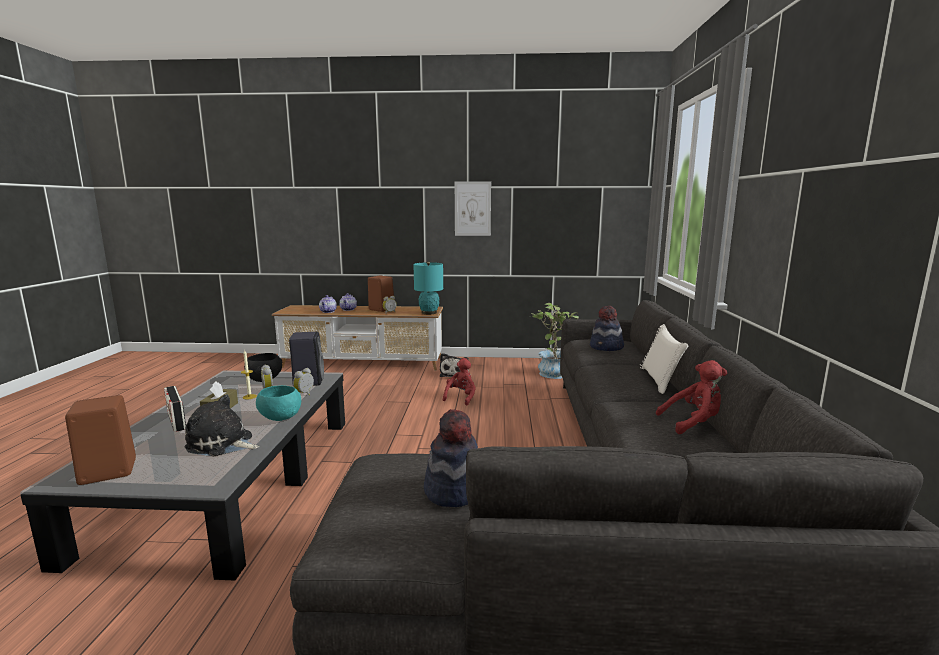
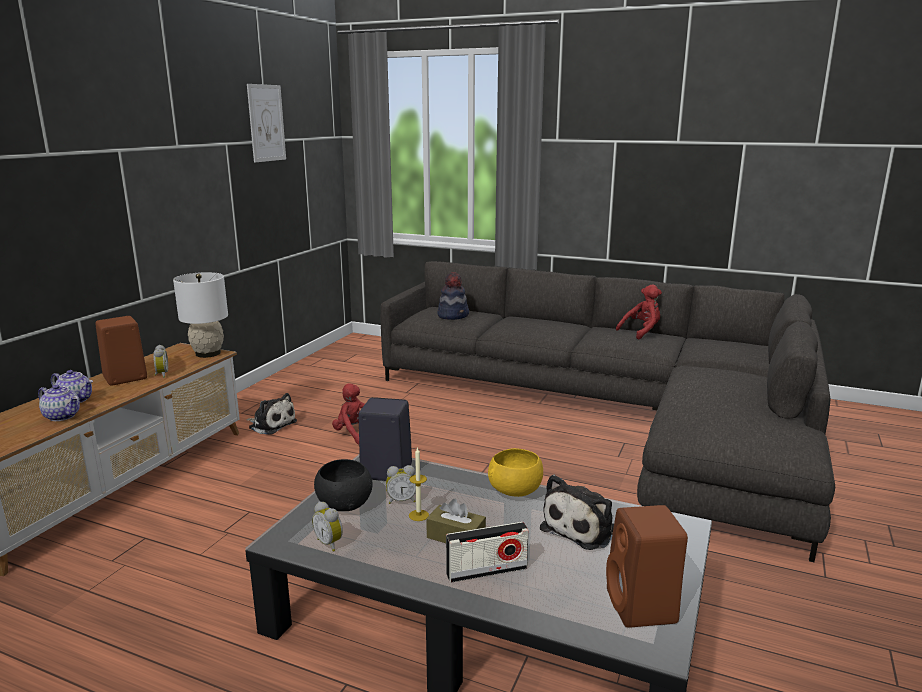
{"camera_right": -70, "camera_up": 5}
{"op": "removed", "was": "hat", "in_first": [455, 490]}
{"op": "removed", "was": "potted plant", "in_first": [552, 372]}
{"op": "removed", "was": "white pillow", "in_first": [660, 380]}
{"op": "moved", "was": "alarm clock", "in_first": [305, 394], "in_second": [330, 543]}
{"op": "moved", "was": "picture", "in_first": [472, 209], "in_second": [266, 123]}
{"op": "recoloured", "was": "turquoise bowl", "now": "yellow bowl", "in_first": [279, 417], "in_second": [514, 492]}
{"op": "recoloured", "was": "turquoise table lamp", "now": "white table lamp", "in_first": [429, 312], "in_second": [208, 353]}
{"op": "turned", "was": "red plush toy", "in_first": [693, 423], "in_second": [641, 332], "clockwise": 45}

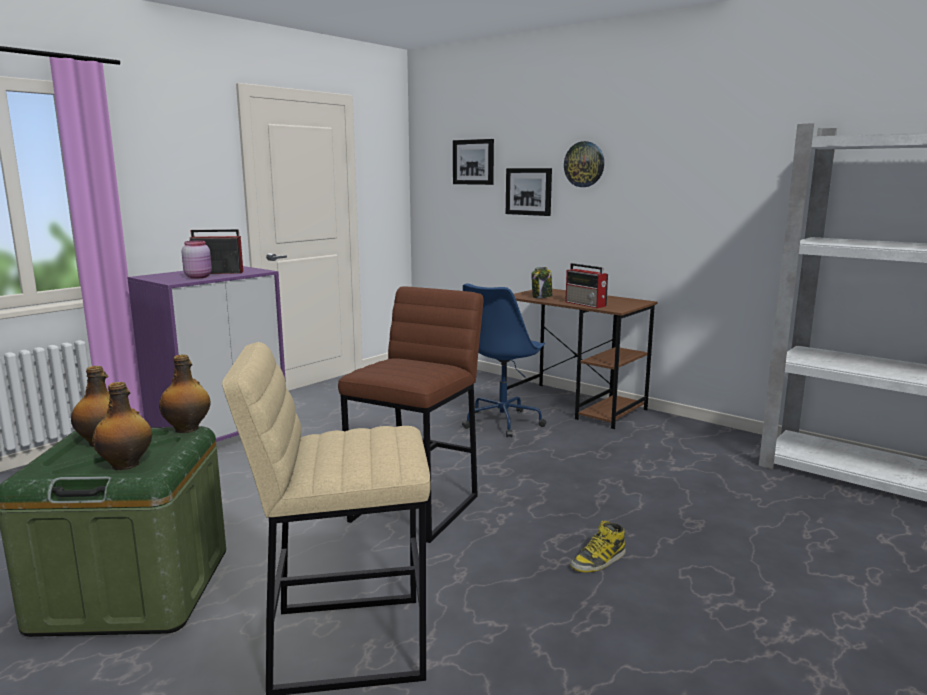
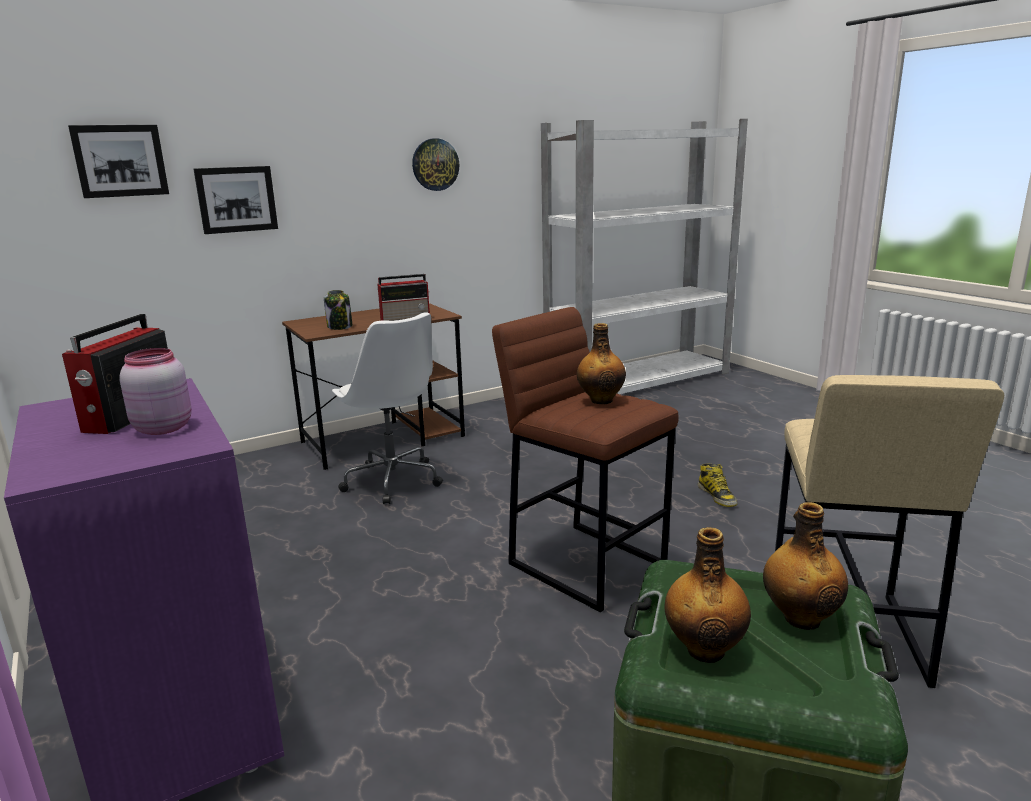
{"camera_right": -70, "camera_up": 5}
{"op": "moved", "was": "bottle", "in_first": [188, 429], "in_second": [601, 400]}
{"op": "moved", "was": "wall clock", "in_first": [584, 164], "in_second": [435, 164]}
{"op": "recoloured", "was": "blue office chair", "now": "white office chair", "in_first": [501, 423], "in_second": [394, 482]}

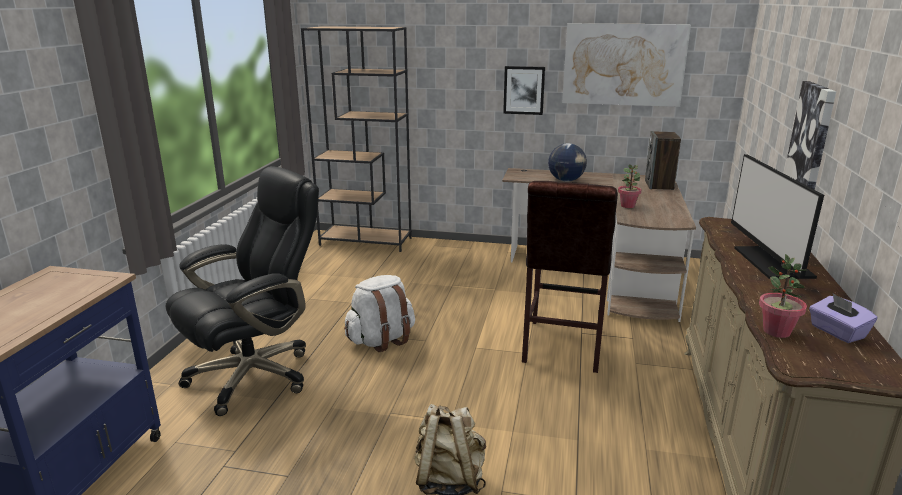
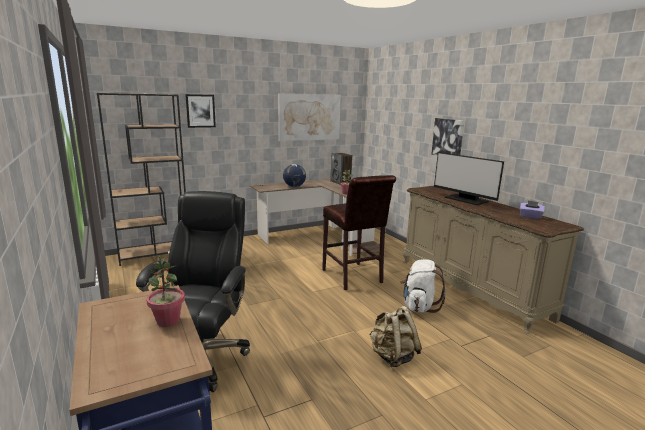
{"camera_right": -40, "camera_up": -5}
{"op": "moved", "was": "white backpack", "in_first": [381, 340], "in_second": [419, 306]}
{"op": "moved", "was": "picture", "in_first": [524, 90], "in_second": [200, 111]}
{"op": "moved", "was": "potted plant", "in_first": [776, 331], "in_second": [168, 321]}

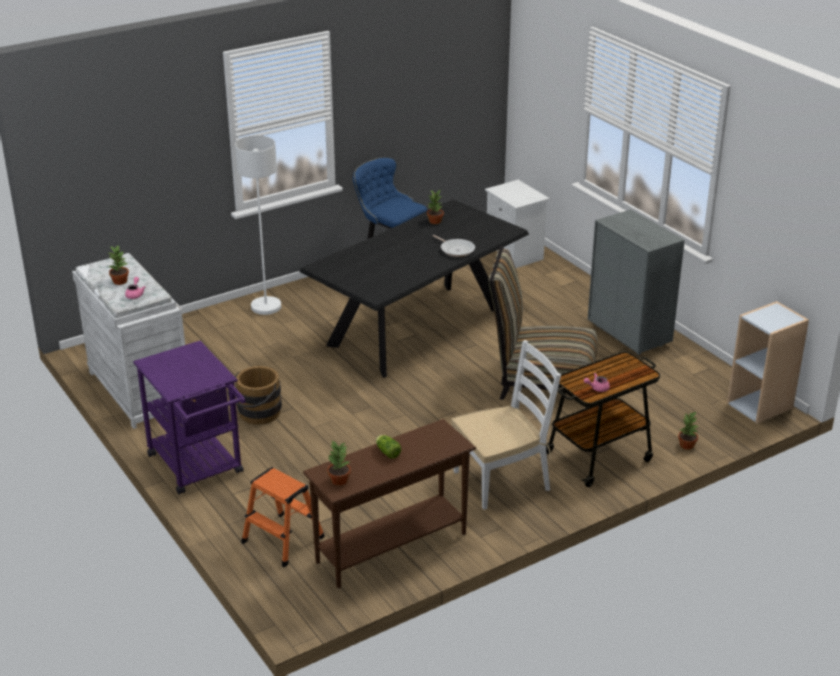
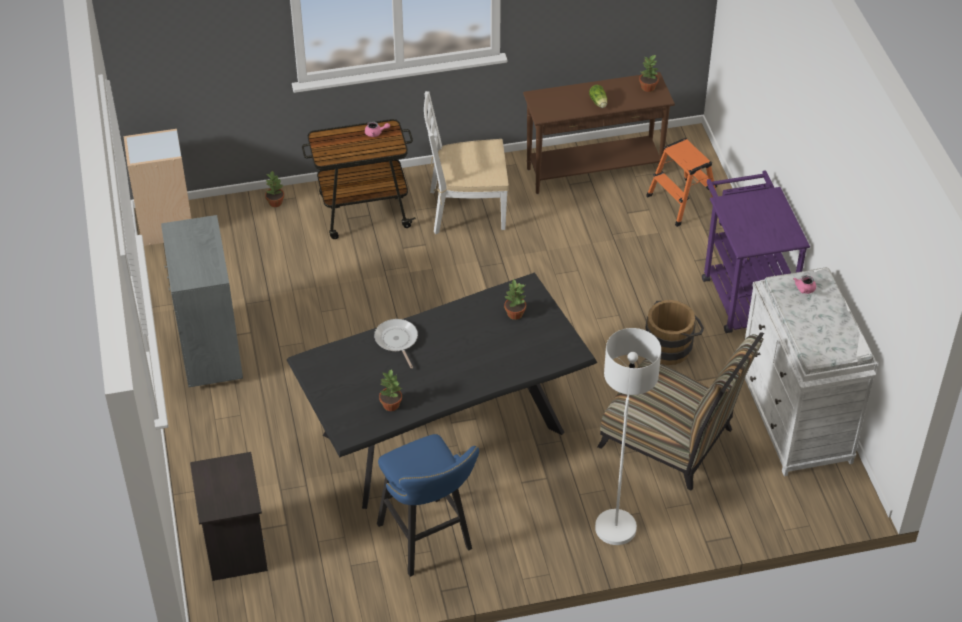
{"camera_right": -160, "camera_up": 15}
{"op": "moved", "was": "potted plant", "in_first": [120, 281], "in_second": [515, 314]}
{"op": "moved", "was": "chair", "in_first": [540, 382], "in_second": [673, 442]}
{"op": "recoloured", "was": "white nightstand", "now": "black nightstand", "in_first": [515, 254], "in_second": [234, 547]}

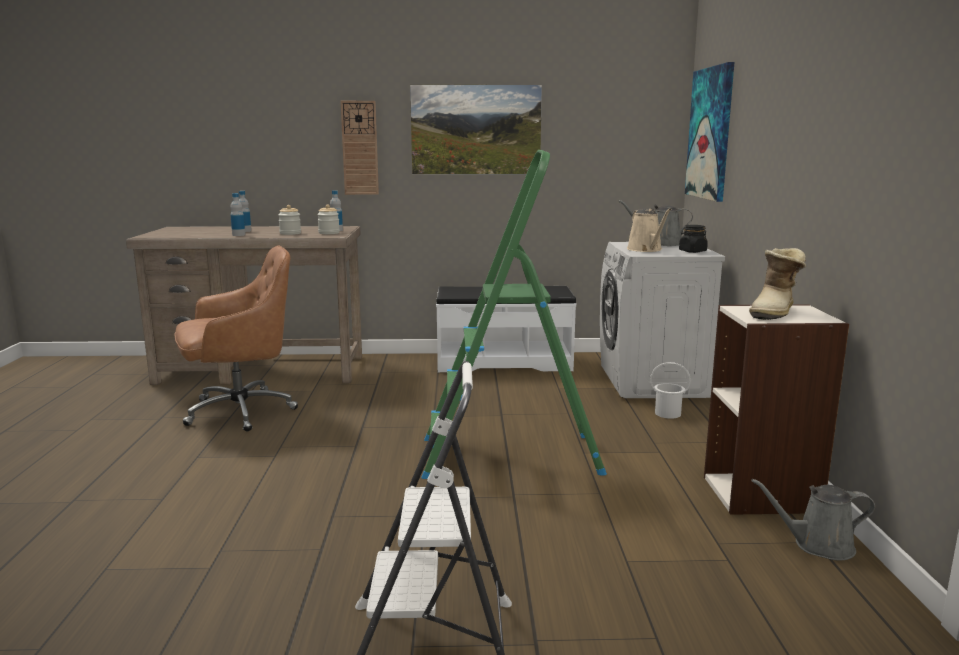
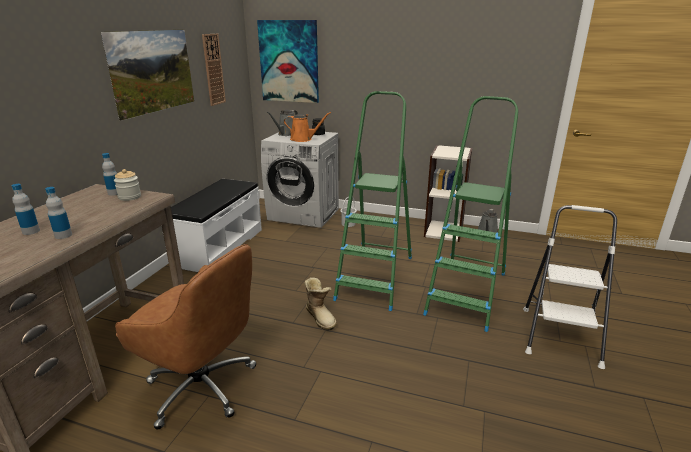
{"camera_right": -70, "camera_up": 10}
{"op": "removed", "was": "jar", "in_first": [290, 233]}
{"op": "added", "now": "green step ladder", "in_second": [467, 293]}
{"op": "moved", "was": "wall clock", "in_first": [360, 148], "in_second": [213, 69]}
{"op": "moved", "was": "boot", "in_first": [775, 312], "in_second": [321, 317]}
{"op": "recoloured", "was": "beige watering can", "now": "orange watering can", "in_first": [646, 250], "in_second": [303, 139]}
{"op": "turned", "was": "brown office chair", "in_first": [241, 411], "in_second": [201, 387], "clockwise": 120}

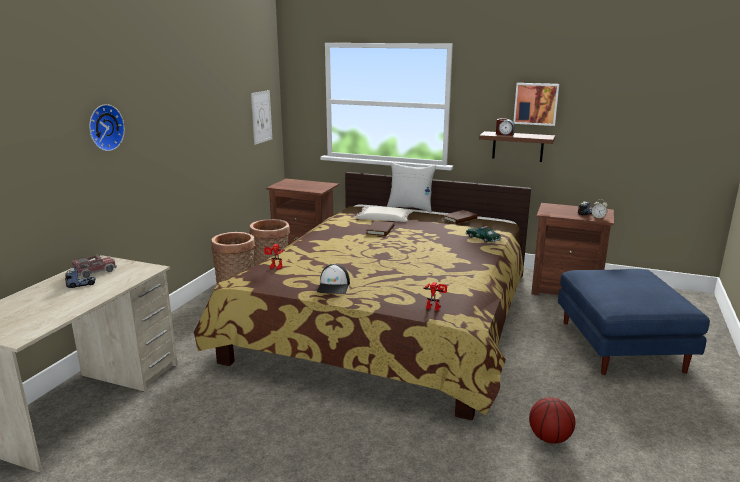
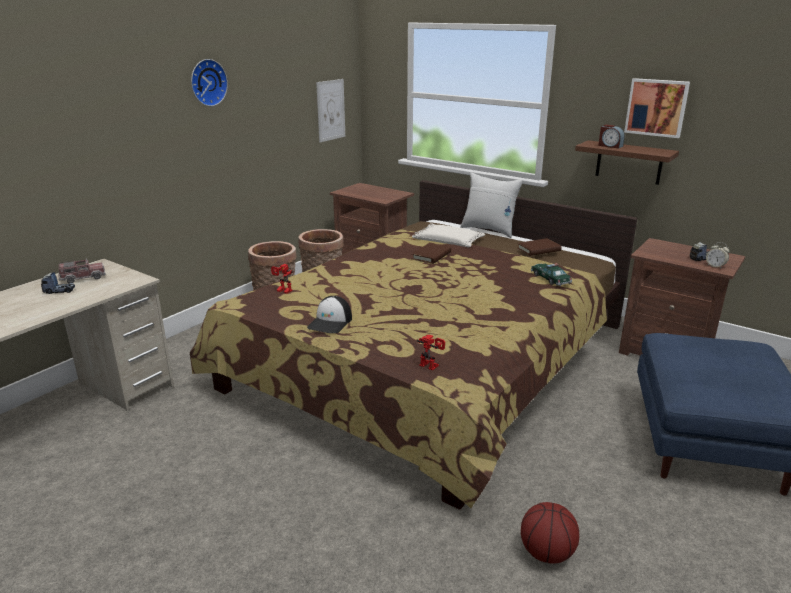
{"camera_right": 15, "camera_up": 5}
{"op": "moved", "was": "wall clock", "in_first": [104, 127], "in_second": [207, 82]}

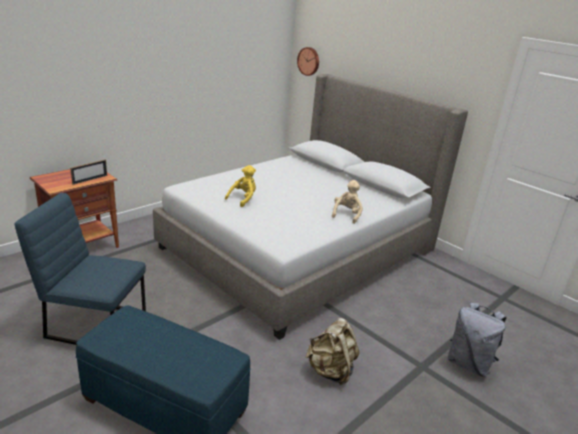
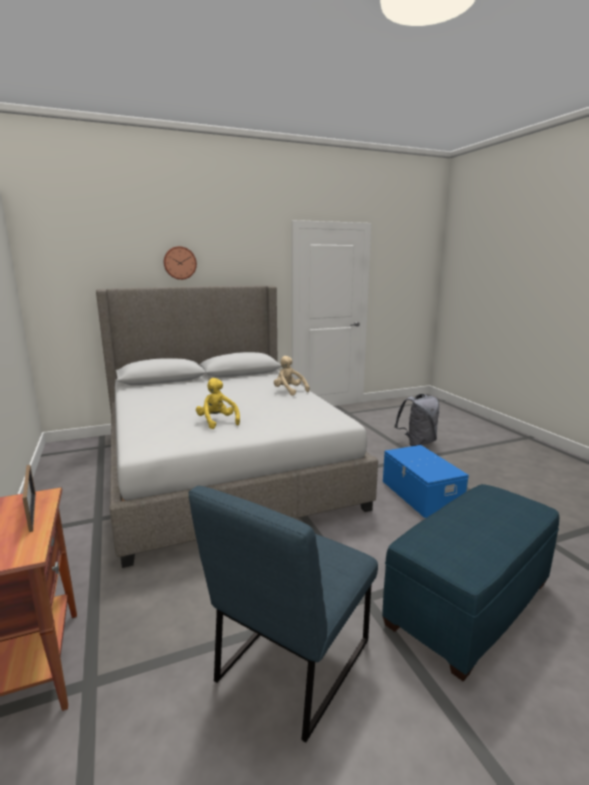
{"camera_right": -65, "camera_up": -10}
{"op": "moved", "was": "wall clock", "in_first": [309, 61], "in_second": [179, 263]}
{"op": "replaced", "was": "beige backpack", "now": "blue storage box", "in_first": [330, 371], "in_second": [420, 494]}

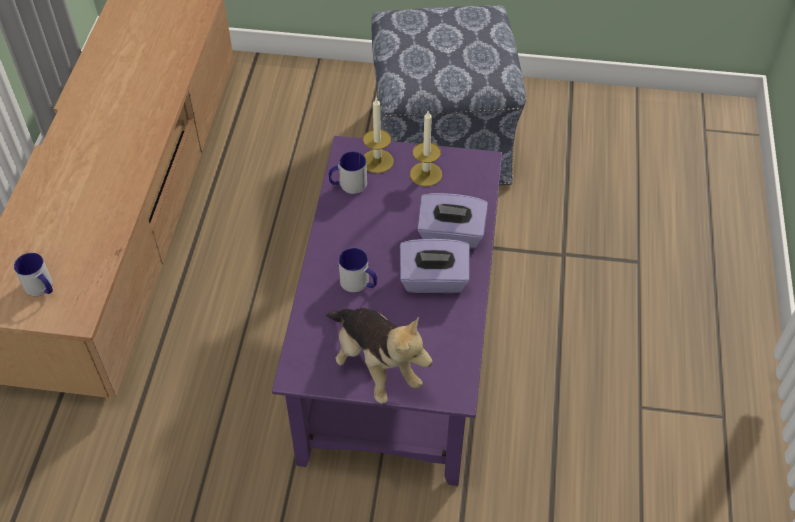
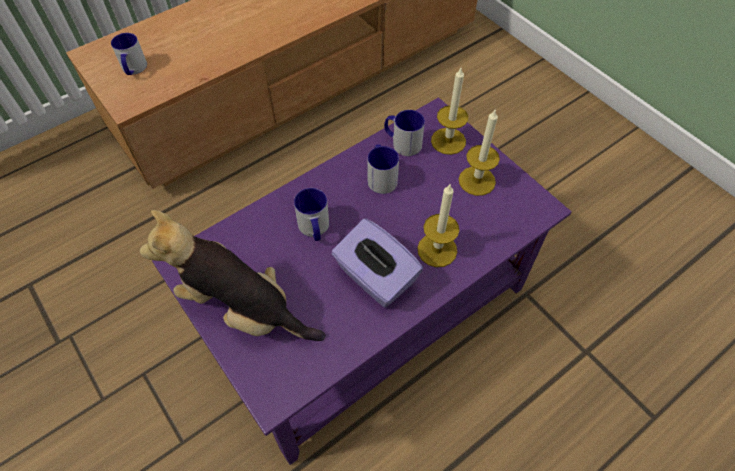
{"camera_right": 45, "camera_up": 5}
{"op": "removed", "was": "ottoman", "in_first": [442, 145]}
{"op": "added", "now": "mug", "in_second": [381, 177]}
{"op": "replaced", "was": "purple tissue box", "now": "candle", "in_first": [451, 235], "in_second": [437, 250]}
{"op": "turned", "was": "plush toy", "in_first": [375, 365], "in_second": [243, 308], "clockwise": 105}

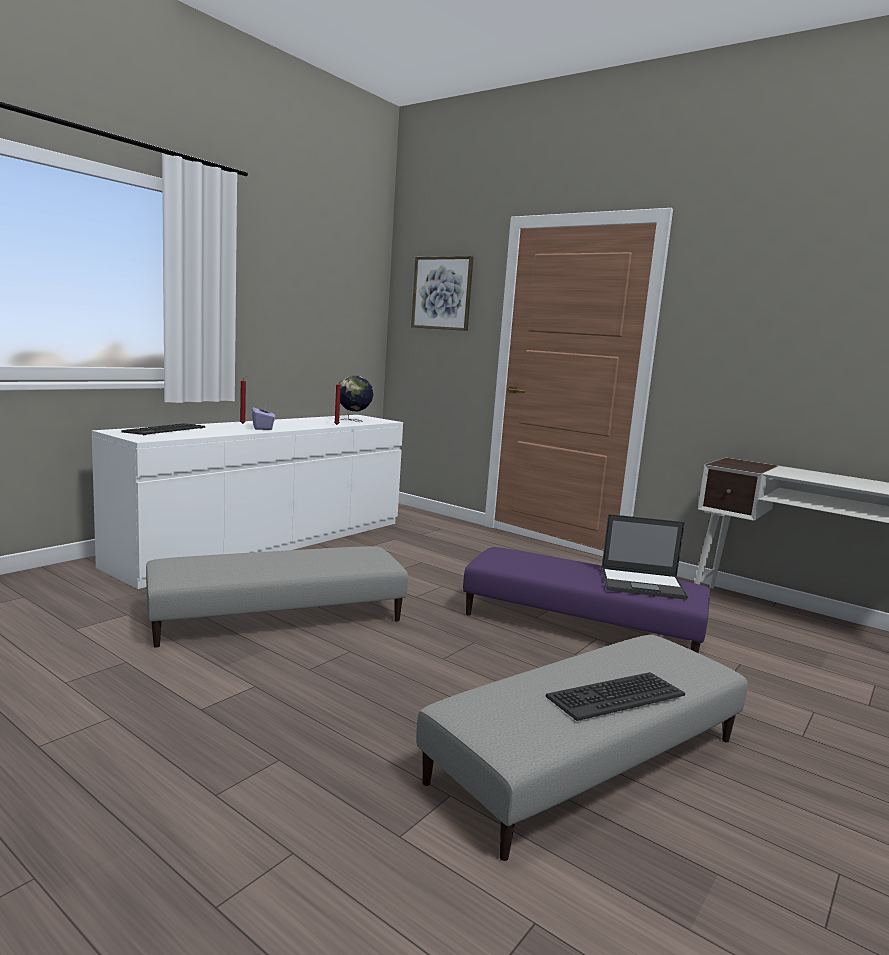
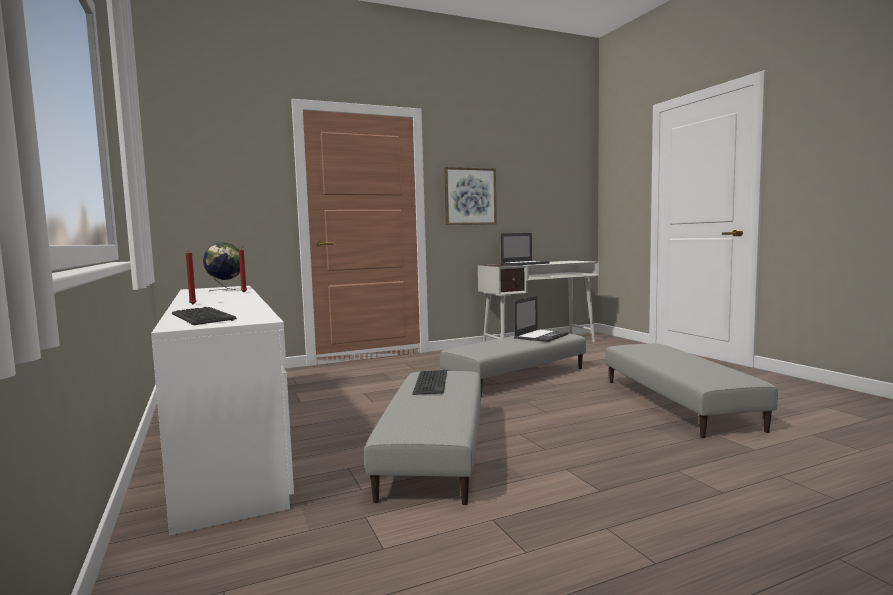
{"camera_right": -60, "camera_up": -5}
{"op": "removed", "was": "purple tissue box", "in_first": [263, 428]}
{"op": "added", "now": "laptop", "in_second": [525, 263]}
{"op": "moved", "was": "picture", "in_first": [442, 293], "in_second": [470, 196]}
{"op": "moved", "was": "keyboard", "in_first": [615, 696], "in_second": [430, 382]}
{"op": "recoloured", "was": "purple ottoman", "now": "grey ottoman", "in_first": [581, 624], "in_second": [516, 376]}

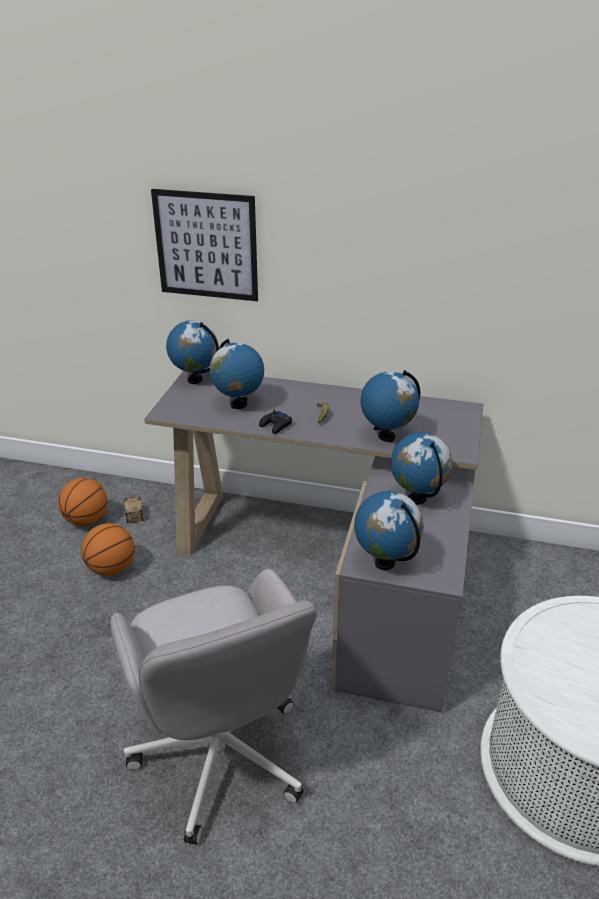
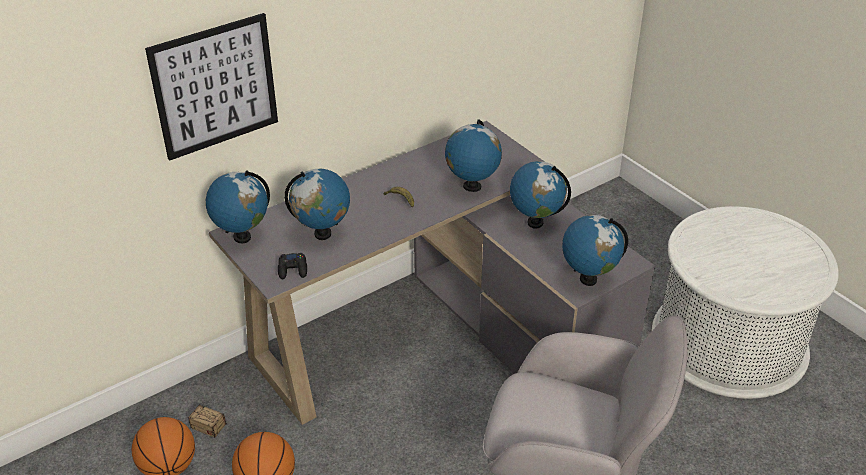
{"camera_right": -50, "camera_up": 5}
{"op": "moved", "was": "black game controller", "in_first": [276, 425], "in_second": [293, 269]}

